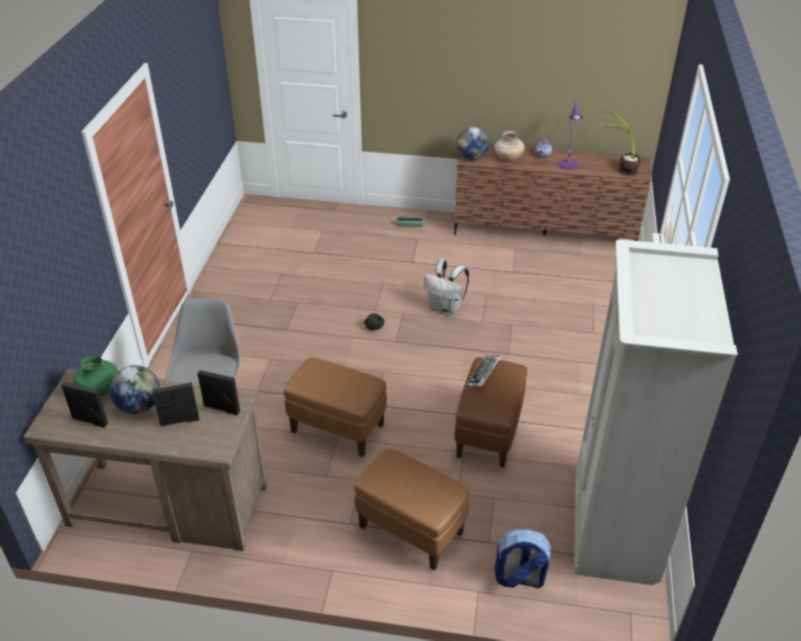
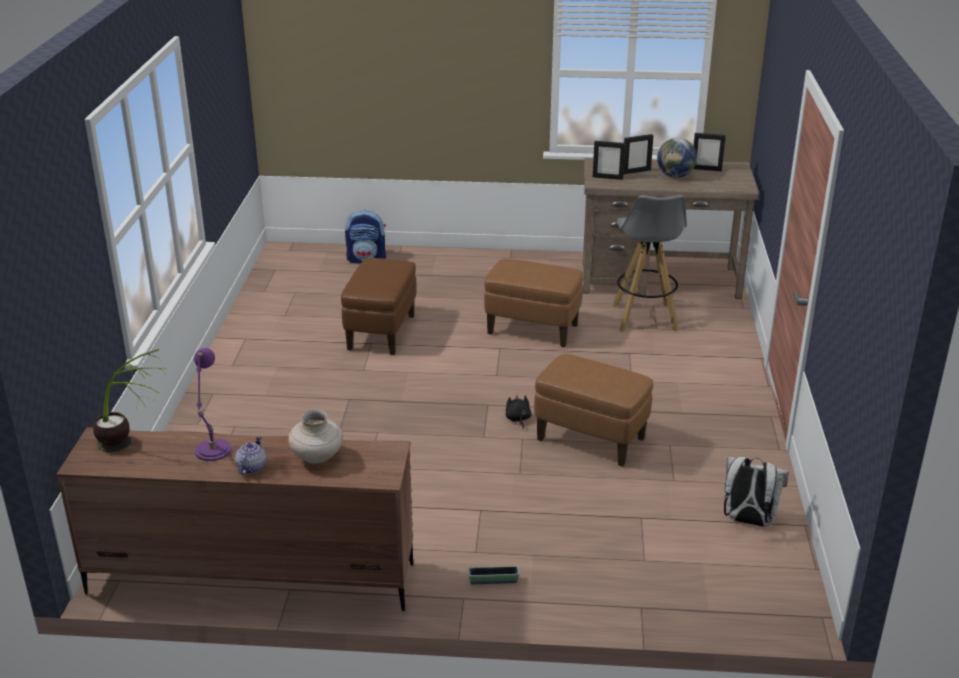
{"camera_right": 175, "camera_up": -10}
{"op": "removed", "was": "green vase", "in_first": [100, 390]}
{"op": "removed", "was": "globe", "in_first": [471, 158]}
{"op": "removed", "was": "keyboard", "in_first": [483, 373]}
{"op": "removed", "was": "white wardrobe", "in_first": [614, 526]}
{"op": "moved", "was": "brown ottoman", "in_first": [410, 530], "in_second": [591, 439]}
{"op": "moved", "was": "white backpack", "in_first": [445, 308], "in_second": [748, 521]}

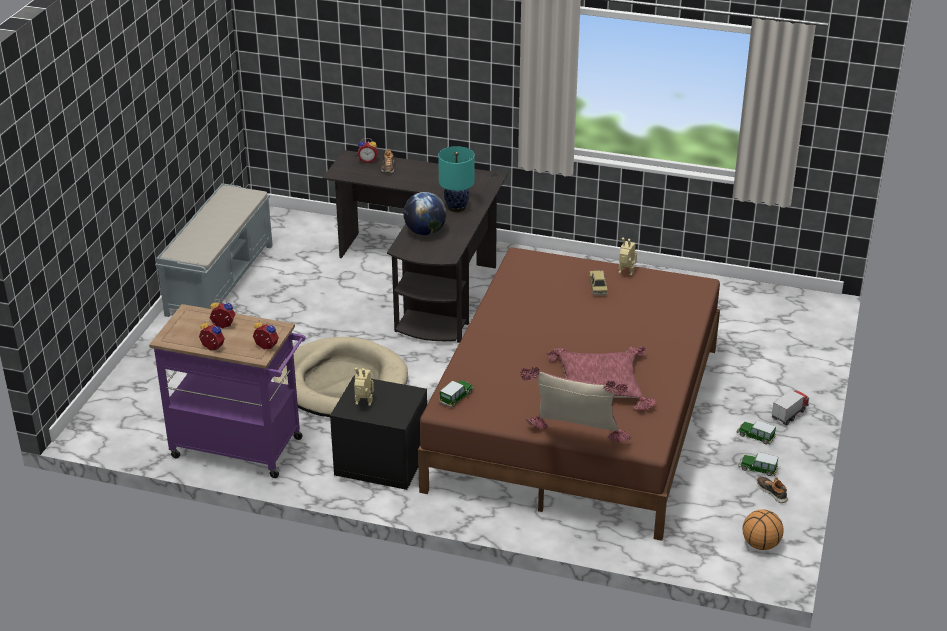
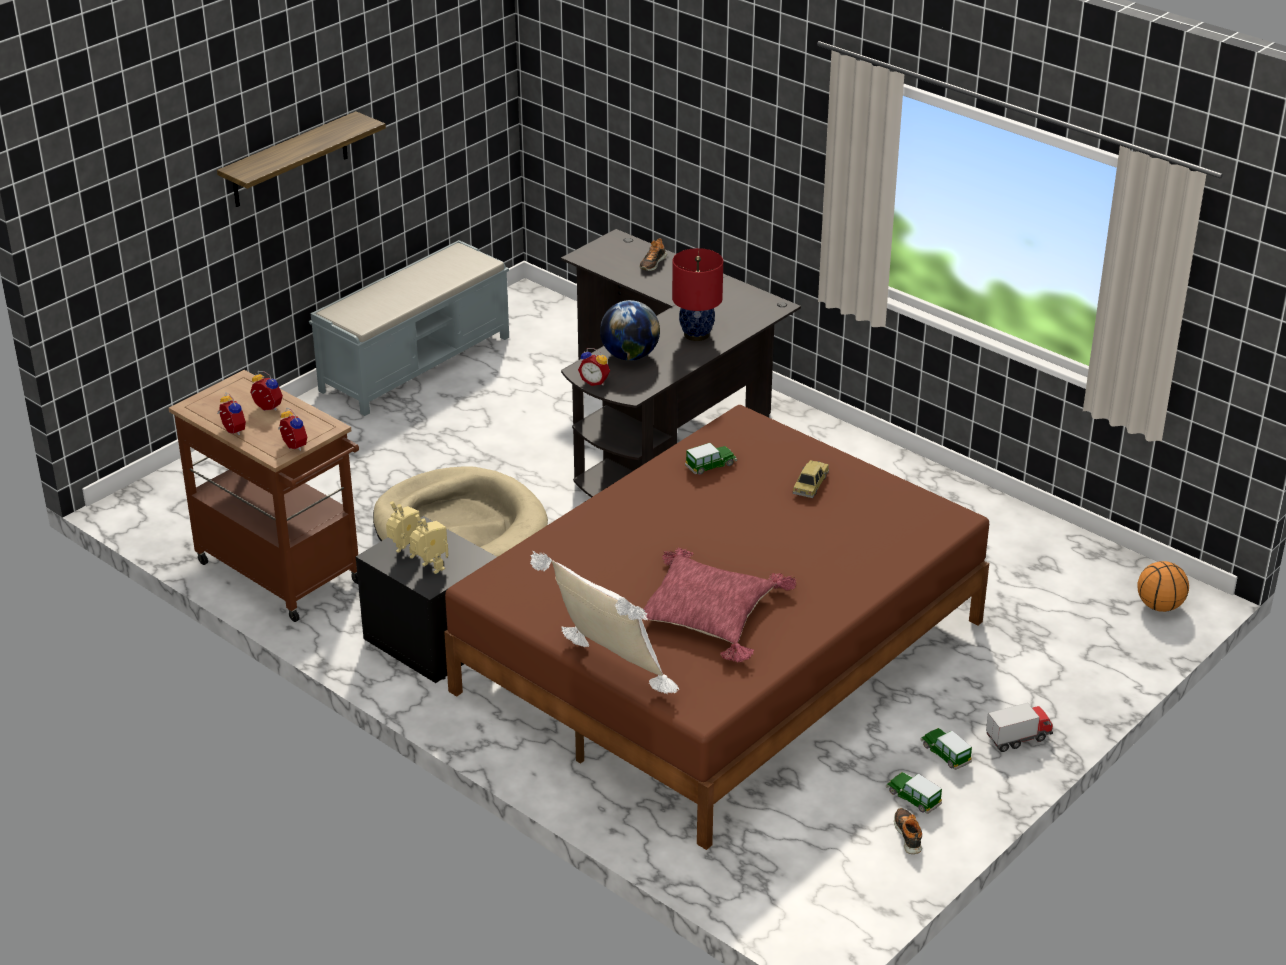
{"camera_right": 25, "camera_up": 0}
{"op": "added", "now": "shelf", "in_second": [290, 160]}
{"op": "moved", "was": "alarm clock", "in_first": [368, 160], "in_second": [595, 381]}
{"op": "moved", "was": "toy car", "in_first": [456, 397], "in_second": [711, 465]}
{"op": "moved", "was": "toy robot", "in_first": [625, 273], "in_second": [430, 568]}
{"op": "moved", "was": "basketball", "in_first": [760, 544], "in_second": [1159, 606]}
{"op": "recoloured", "was": "purple cart", "now": "brown cart", "in_first": [241, 448], "in_second": [283, 575]}
{"op": "recoloured", "was": "turquoise table lamp", "now": "red table lamp", "in_first": [456, 207], "in_second": [696, 334]}
{"op": "recoloured", "was": "red pillow", "now": "white pillow", "in_first": [573, 447], "in_second": [603, 681]}

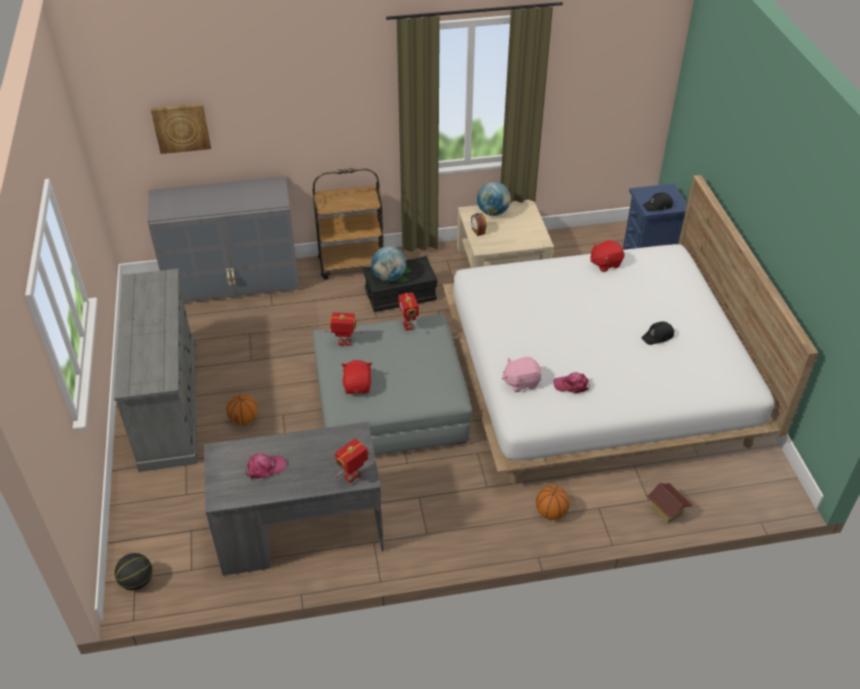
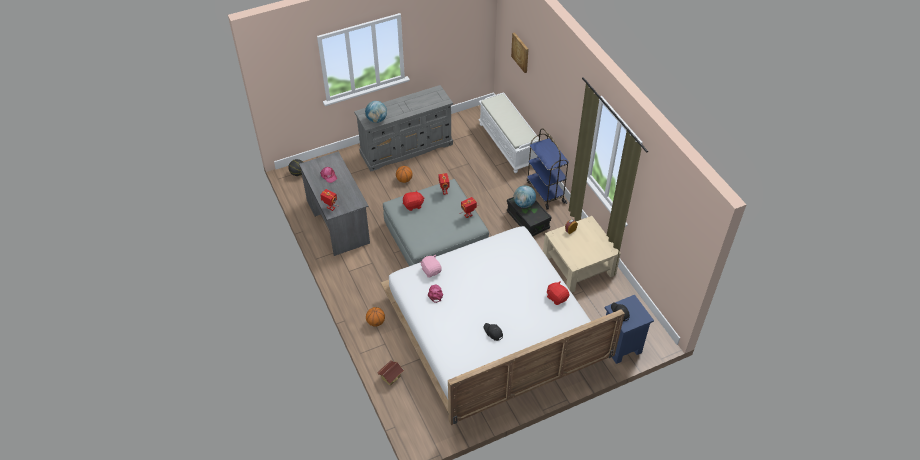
{"camera_right": 75, "camera_up": 5}
{"op": "moved", "was": "globe", "in_first": [493, 212], "in_second": [376, 120]}
{"op": "replaced", "was": "grey cabinet", "now": "white bench", "in_first": [234, 281], "in_second": [508, 144]}
{"op": "recoloured", "was": "brown cart", "now": "blue cart", "in_first": [352, 266], "in_second": [545, 191]}

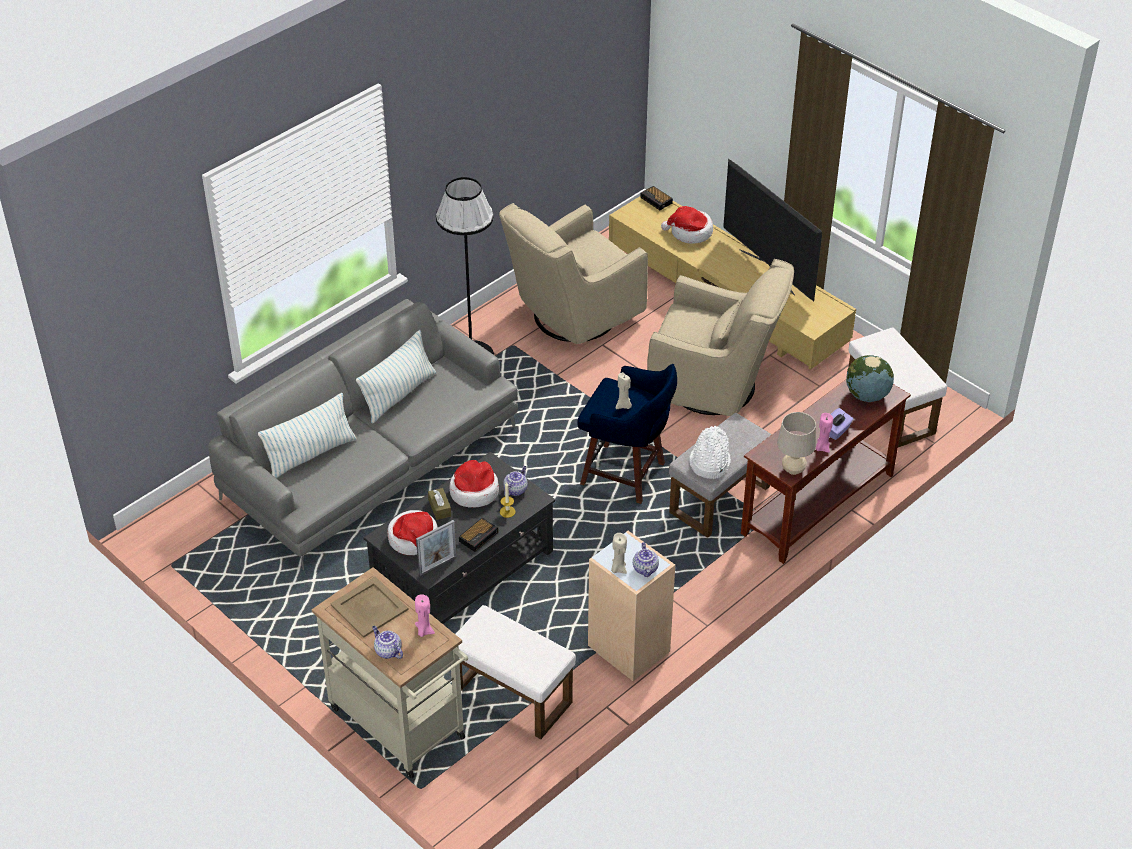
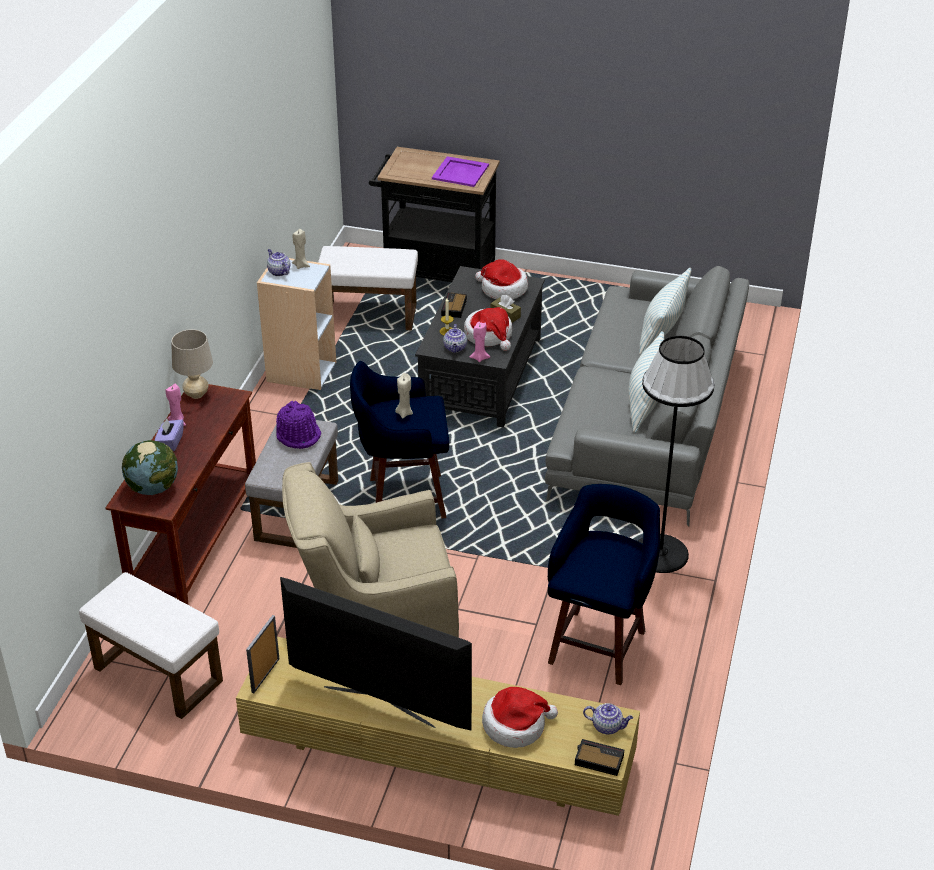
{"camera_right": 150, "camera_up": -5}
{"op": "moved", "was": "teapot", "in_first": [387, 651], "in_second": [607, 726]}
{"op": "moved", "was": "pink candle", "in_first": [424, 631], "in_second": [479, 358]}
{"op": "moved", "was": "picture frame", "in_first": [437, 565], "in_second": [265, 675]}
{"op": "replaced", "was": "beige armchair", "now": "blue stool", "in_first": [571, 317], "in_second": [599, 644]}
{"op": "recoloured", "was": "beige cart", "now": "black cart", "in_first": [400, 725], "in_second": [435, 275]}
{"op": "recoloured", "was": "beige tray", "now": "purple tray", "in_first": [369, 608], "in_second": [460, 172]}
{"op": "recoloured", "was": "white hat", "now": "purple hat", "in_first": [709, 463], "in_second": [298, 434]}

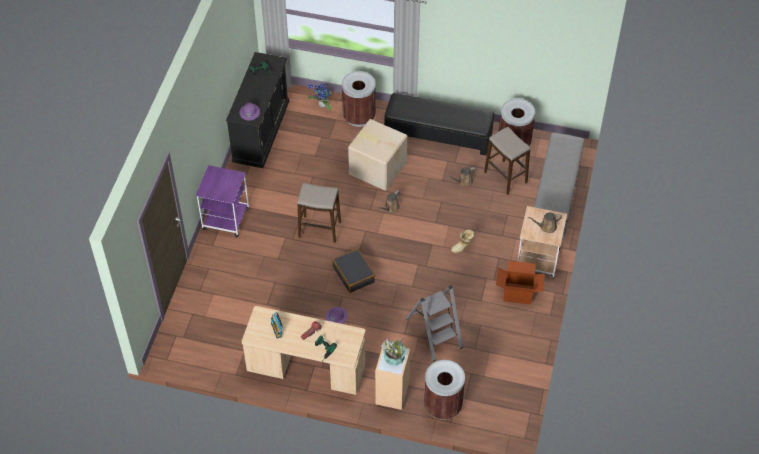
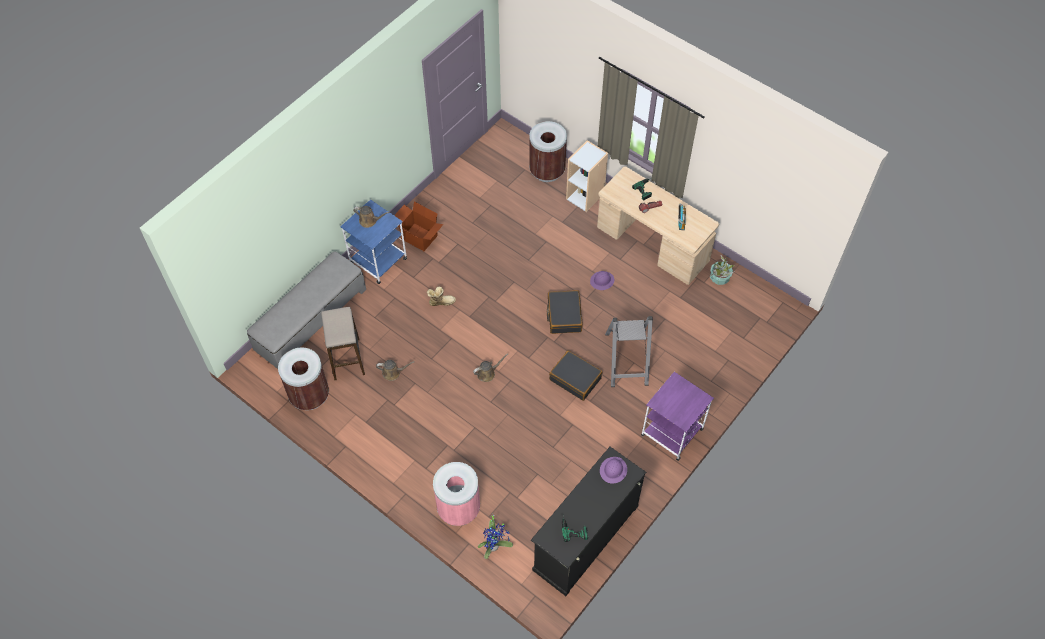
{"camera_right": -155, "camera_up": 5}
{"op": "removed", "was": "cardboard box", "in_first": [377, 167]}
{"op": "removed", "was": "black bench", "in_first": [439, 133]}
{"op": "moved", "was": "potted plant", "in_first": [394, 357], "in_second": [719, 277]}
{"op": "moved", "was": "grey step ladder", "in_first": [433, 332], "in_second": [626, 359]}
{"op": "replaced", "was": "stool", "now": "black suitcase", "in_first": [319, 229], "in_second": [575, 379]}
{"op": "recoloured", "was": "brown trash can", "now": "pink trash can", "in_first": [359, 116], "in_second": [458, 508]}
{"op": "recoloured", "was": "beige cart", "now": "blue cart", "in_first": [537, 260], "in_second": [379, 260]}

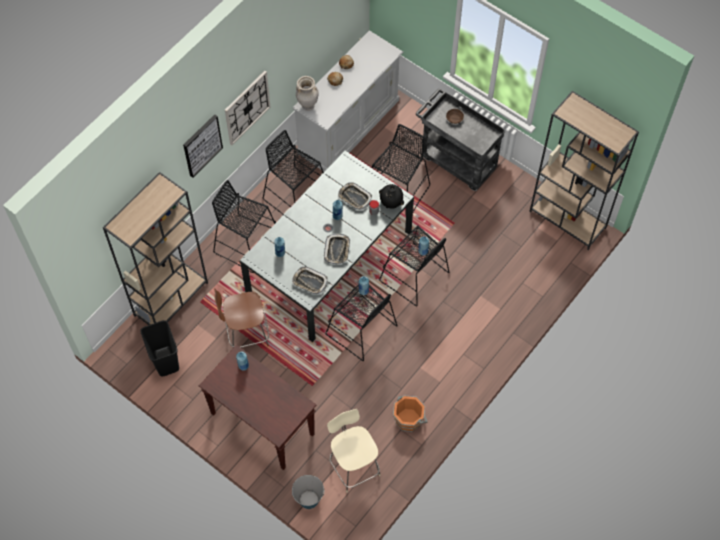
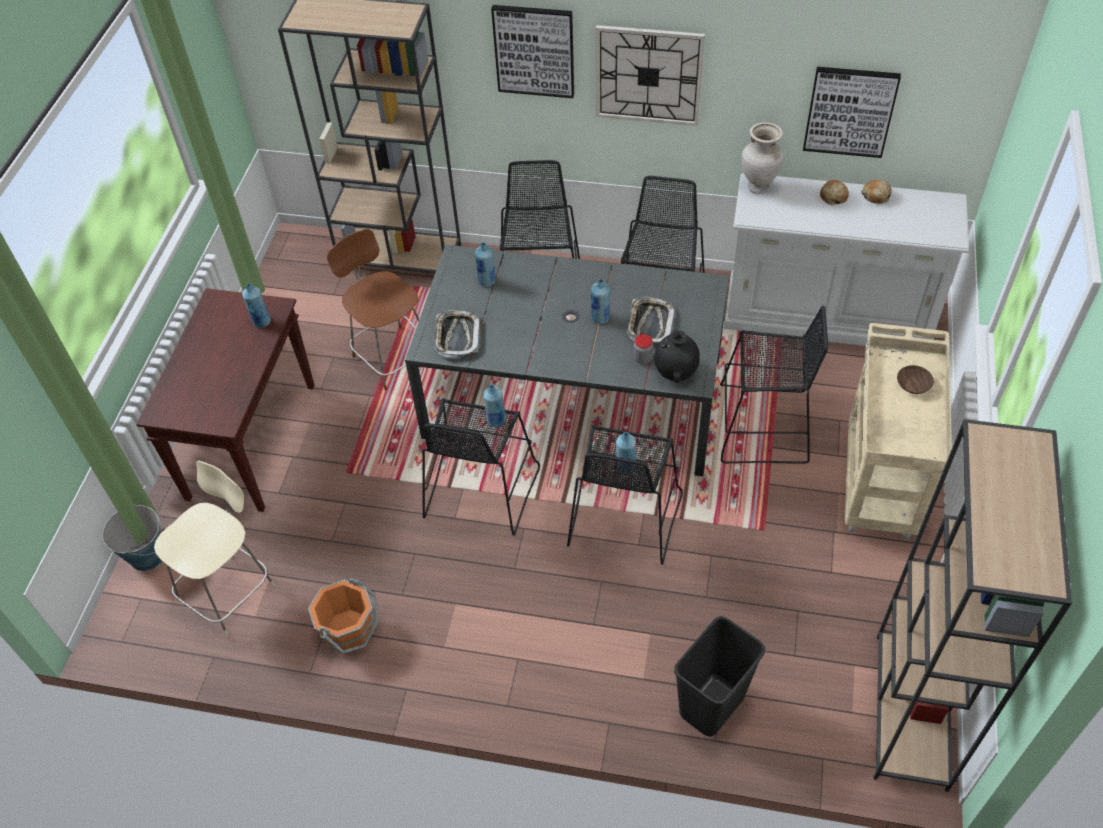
{"camera_right": 65, "camera_up": -10}
{"op": "removed", "was": "tray", "in_first": [337, 250]}
{"op": "added", "now": "picture", "in_second": [850, 111]}
{"op": "moved", "was": "black trash can", "in_first": [166, 361], "in_second": [712, 706]}
{"op": "recoloured", "was": "black cart", "now": "beige cart", "in_first": [455, 164], "in_second": [878, 480]}

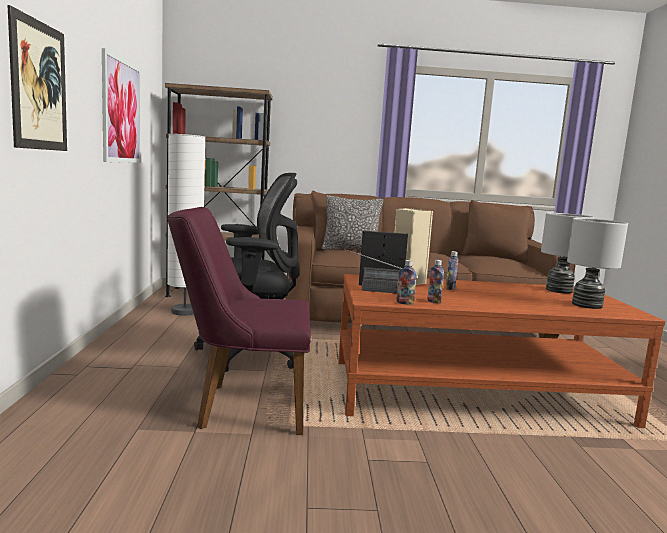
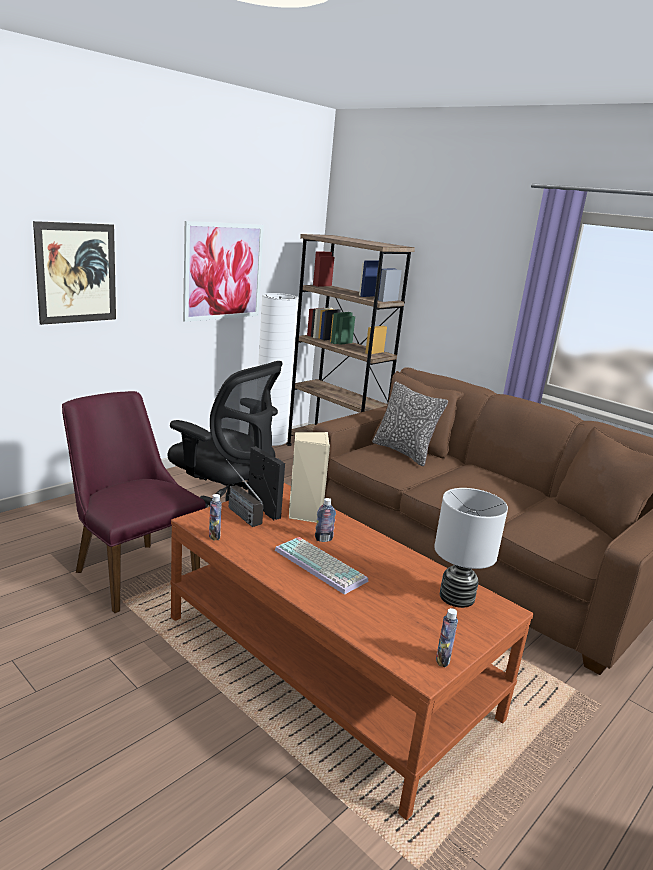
{"camera_right": 45, "camera_up": 10}
{"op": "removed", "was": "grey table lamp", "in_first": [586, 305]}
{"op": "added", "now": "keyboard", "in_second": [322, 565]}
{"op": "moved", "was": "bottle", "in_first": [433, 301], "in_second": [442, 660]}

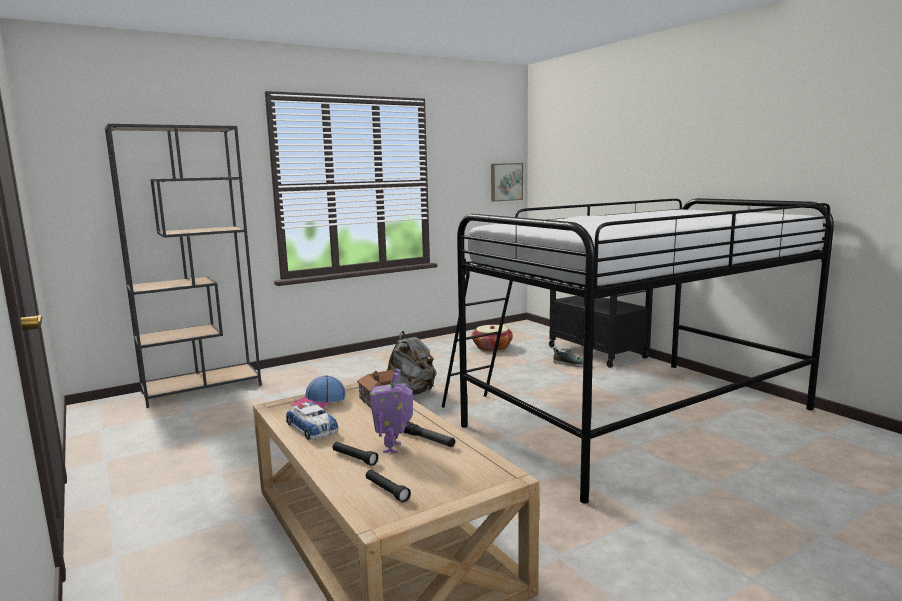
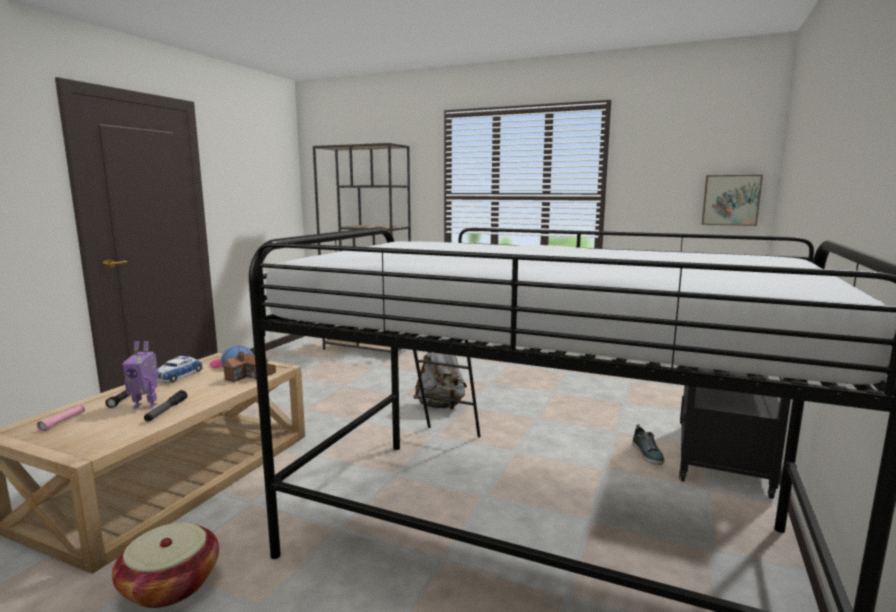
{"camera_right": 55, "camera_up": 0}
{"op": "moved", "was": "basket", "in_first": [492, 348], "in_second": [170, 585]}
{"op": "recoloured", "was": "black flashlight", "now": "pink flashlight", "in_first": [387, 491], "in_second": [63, 422]}
{"op": "turned", "was": "toy robot", "in_first": [393, 447], "in_second": [146, 405], "clockwise": -150}

